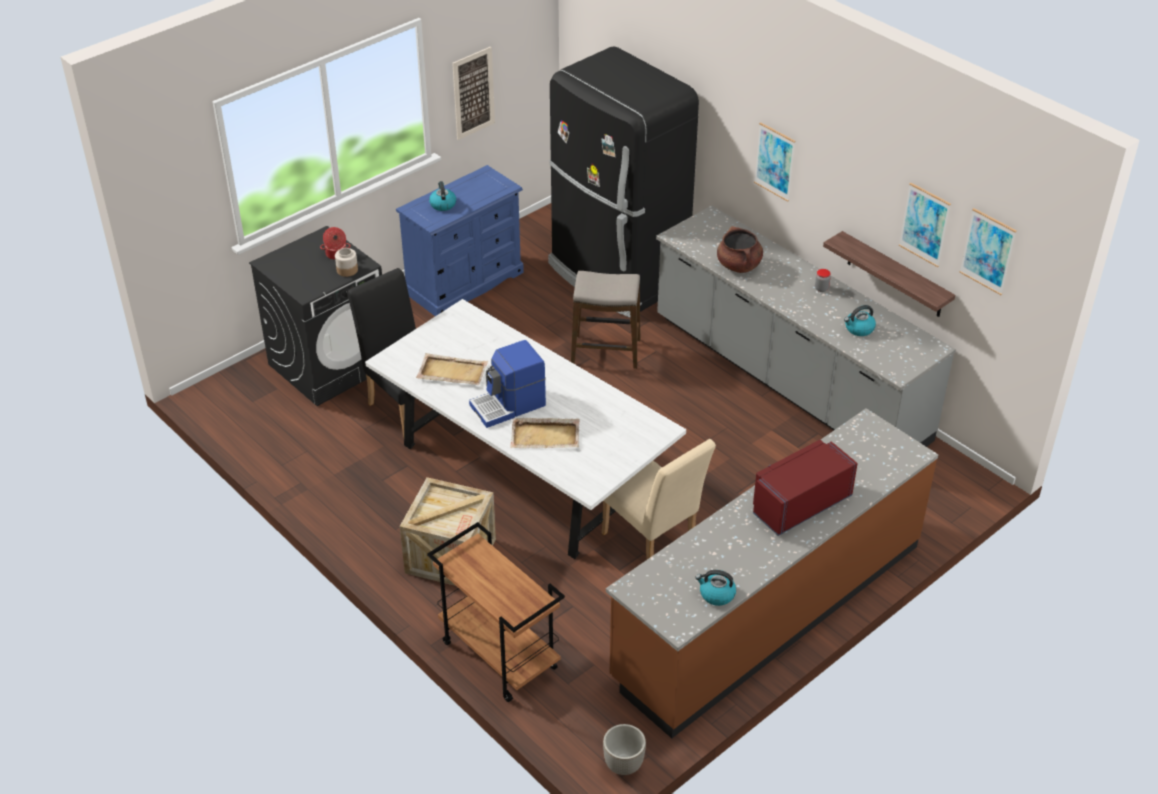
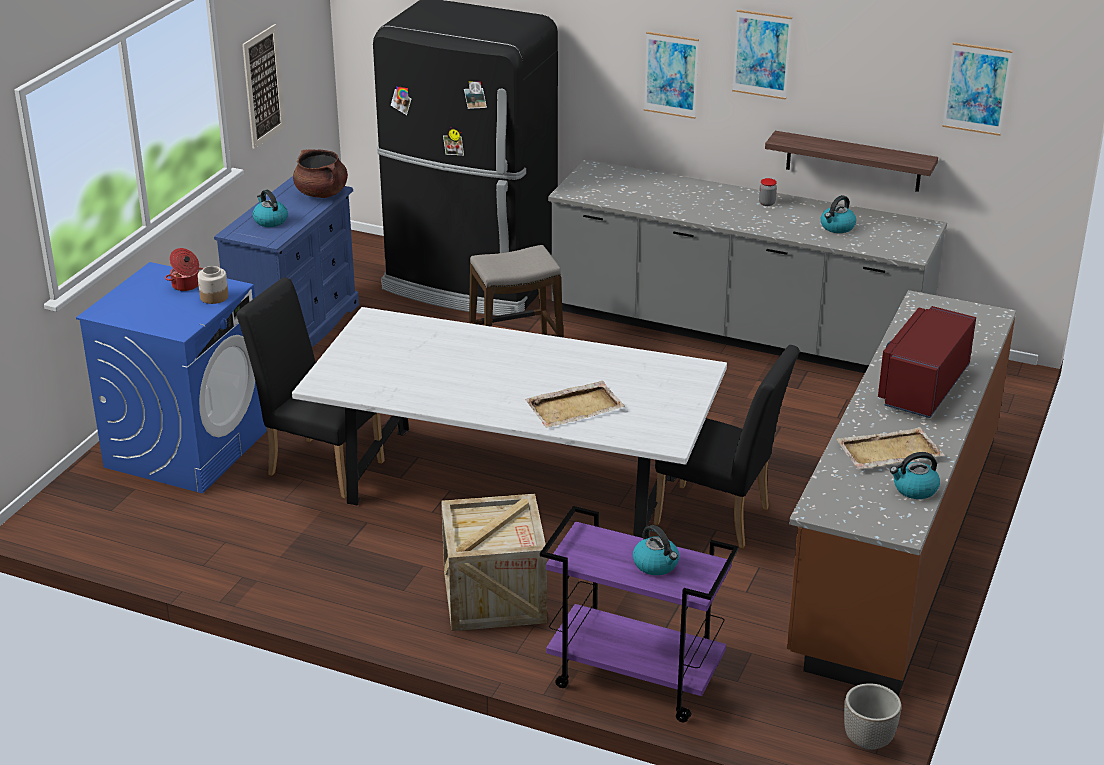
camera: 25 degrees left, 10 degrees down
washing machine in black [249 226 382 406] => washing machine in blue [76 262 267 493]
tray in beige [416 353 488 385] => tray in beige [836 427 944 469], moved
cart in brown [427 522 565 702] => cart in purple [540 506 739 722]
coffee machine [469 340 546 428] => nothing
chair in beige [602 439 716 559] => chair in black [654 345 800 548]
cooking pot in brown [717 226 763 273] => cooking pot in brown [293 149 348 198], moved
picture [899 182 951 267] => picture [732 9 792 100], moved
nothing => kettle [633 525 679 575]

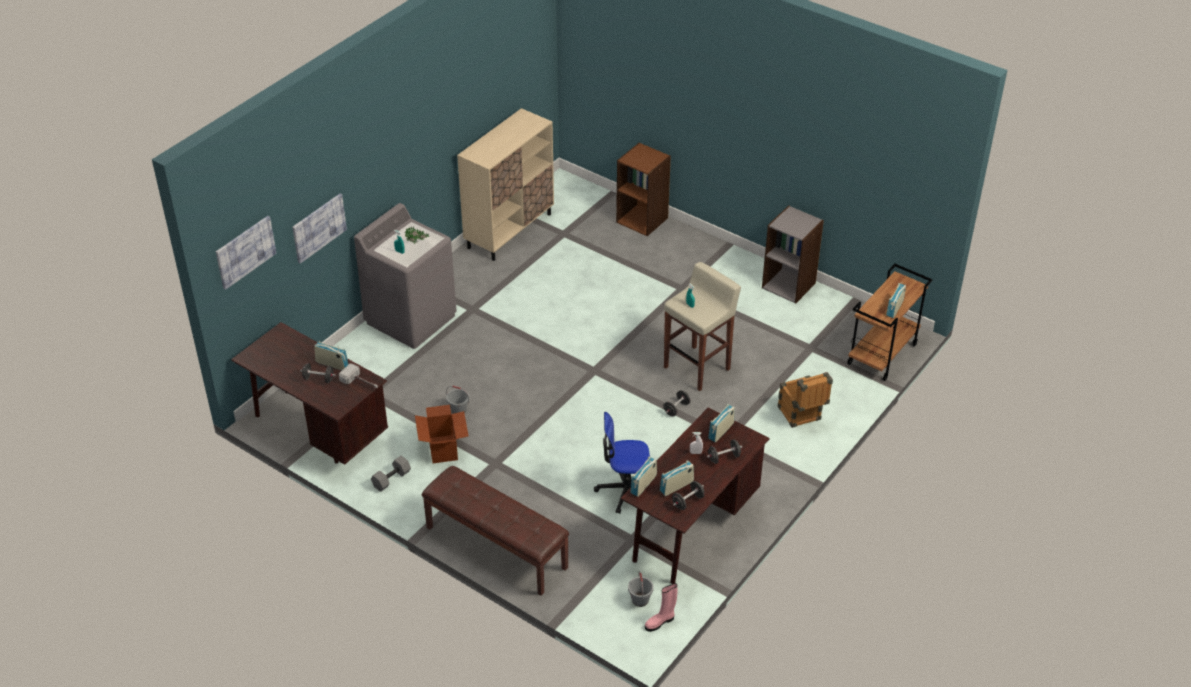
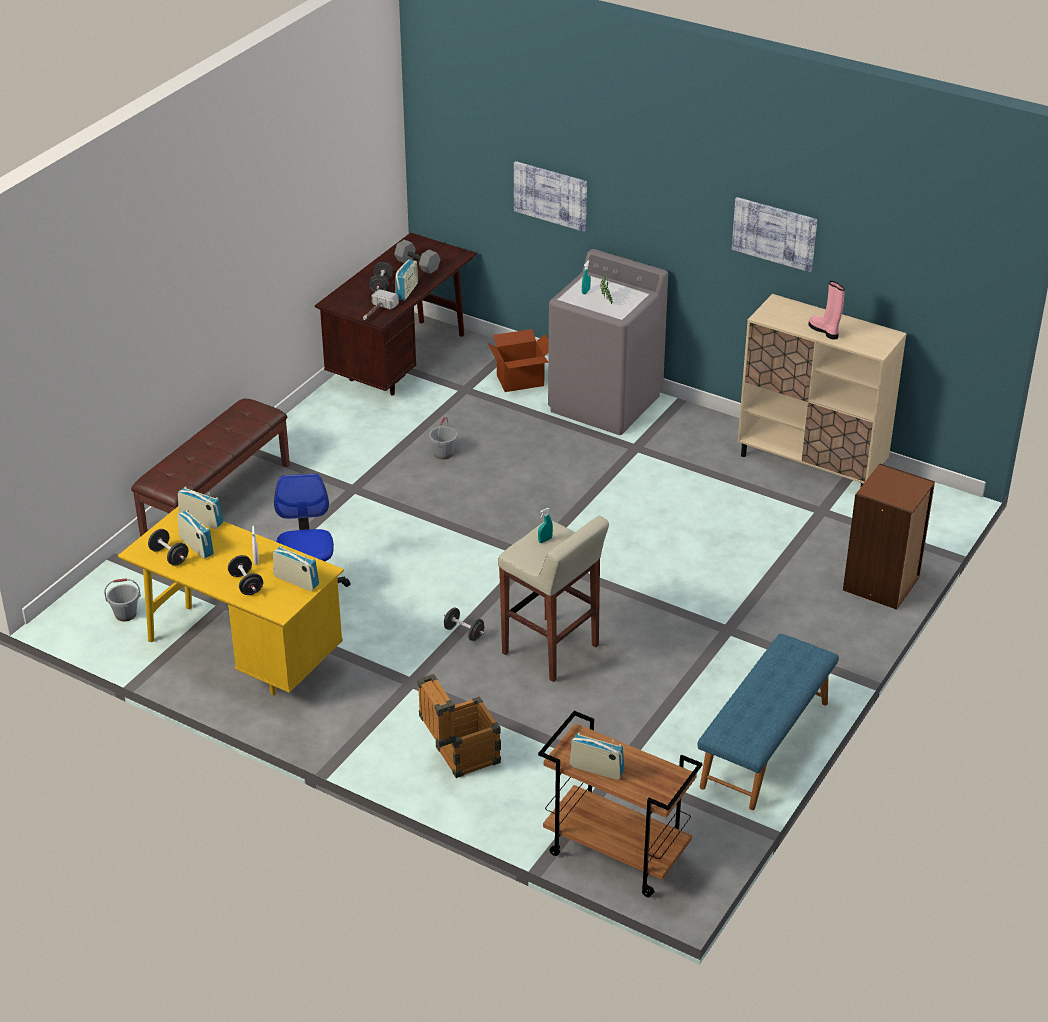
camera: 85 degrees right, 5 degrees down
picture [216 216 277 290] => picture [732 197 817 272], moved
dumbbell in grey [371 456 411 492] => dumbbell in grey [394 240 440 274], moved
cardboard box [415 405 469 463] => cardboard box [488 329 549 392], moved
desk in brown [621 408 770 584] => desk in yellow [118 507 344 695]
boot in pink [645 583 677 632] => boot in pink [809 281 845 340], moved
bookcase in grey [762 205 824 304] => bench in blue [697 634 839 810]

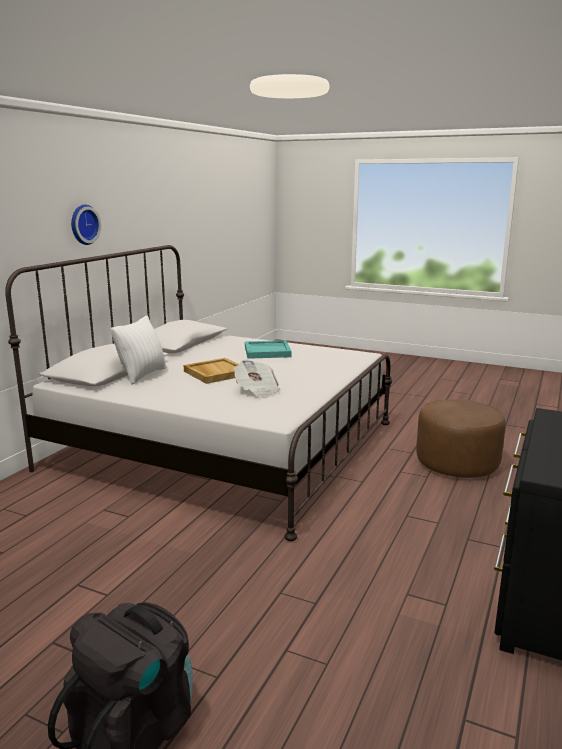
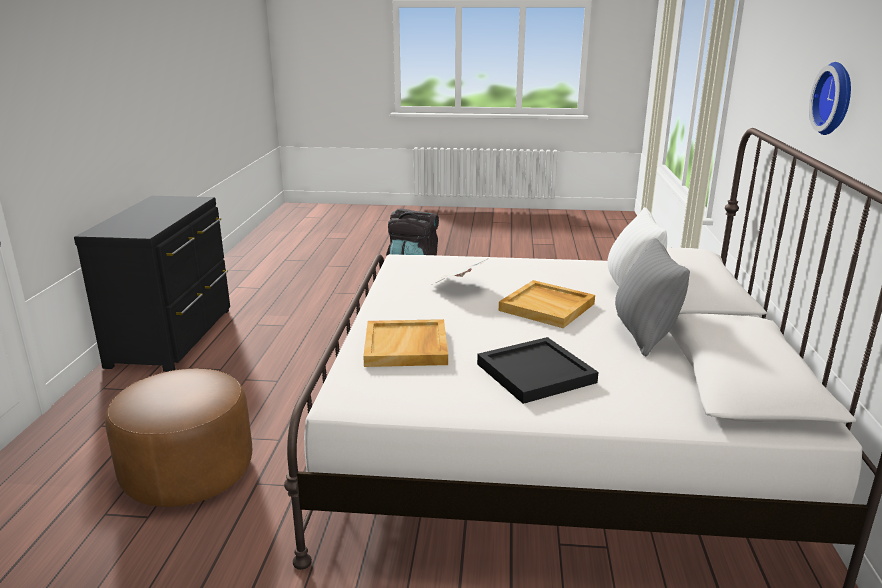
camera: 160 degrees right, 5 degrees up
tray in turquoise [245 340 292 359] => tray in black [477 337 598 404]
nothing => tray in beige [363 319 448 367]
nothing => pillow in grey [615 238 690 356]

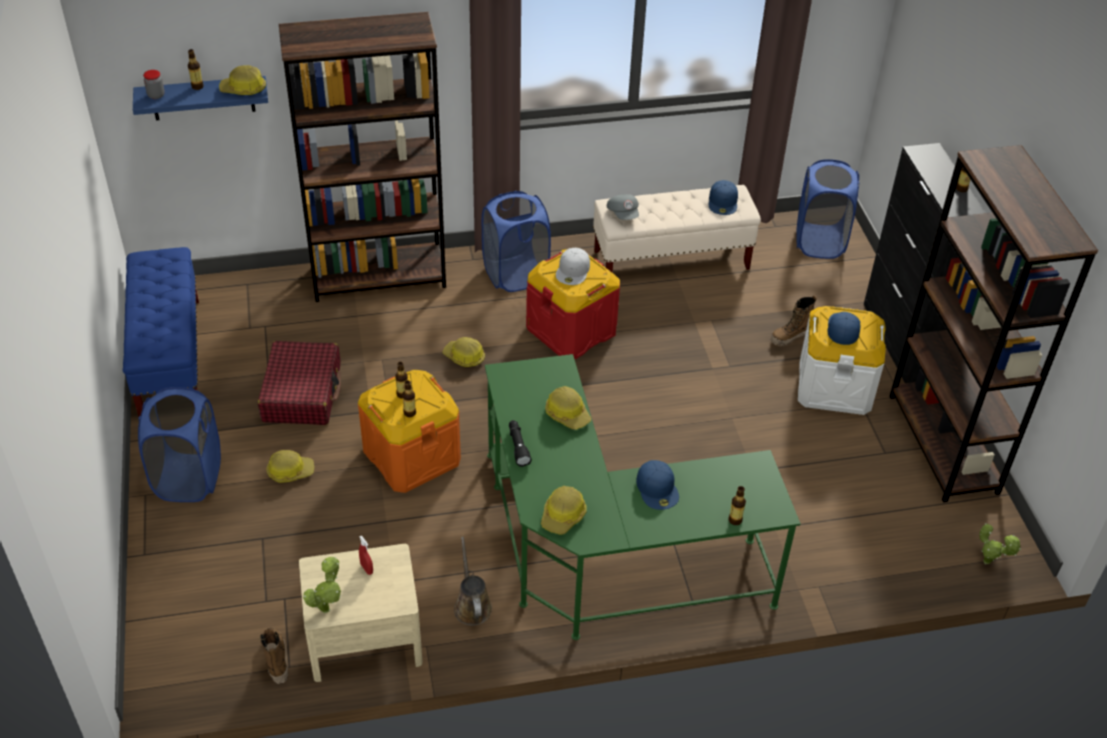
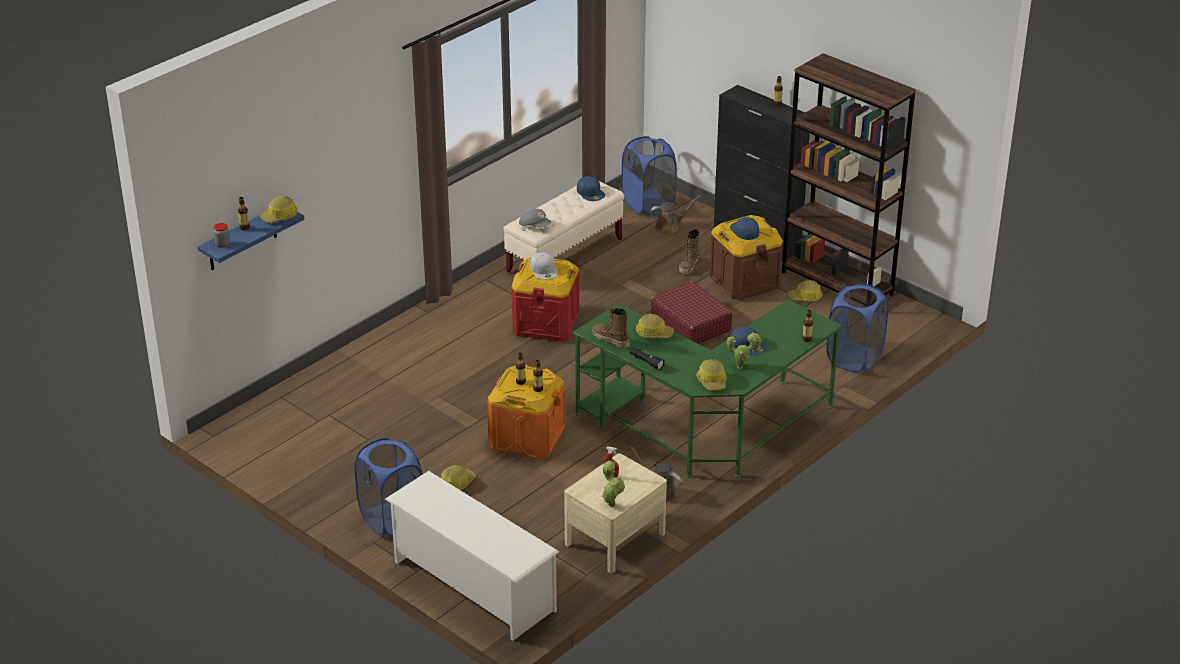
camera: 35 degrees left, 10 degrees down
bench in blue [123 247 199 417] => nothing
suitcase in red [258 341 341 425] => suitcase in red [651 281 733 344], moved
boot [258 628 288 684] => boot [592 308 630 348], moved
bookcase in brown [279 12 446 302] => nothing
hard hat [442 337 485 367] => hard hat [788 280 823 302], moved
laundry basket in blue [482 191 551 292] => laundry basket in blue [826 283 889 373], moved
storage box in white [798 306 886 415] => storage box in brown [709 215 783 300]
potted plant [979 523 1021 564] => potted plant [727 332 762 369], moved
nothing => shoe rack in white [385 471 559 641]
nothing => watering can in brown [650 195 701 233]

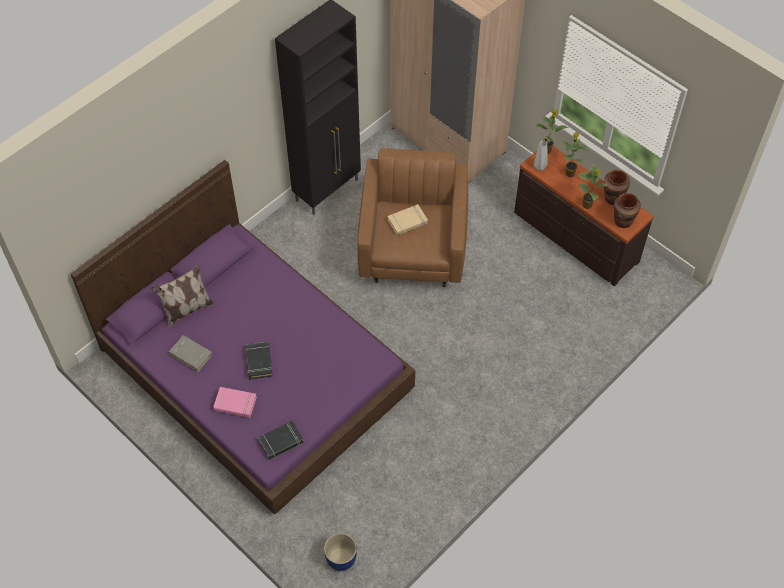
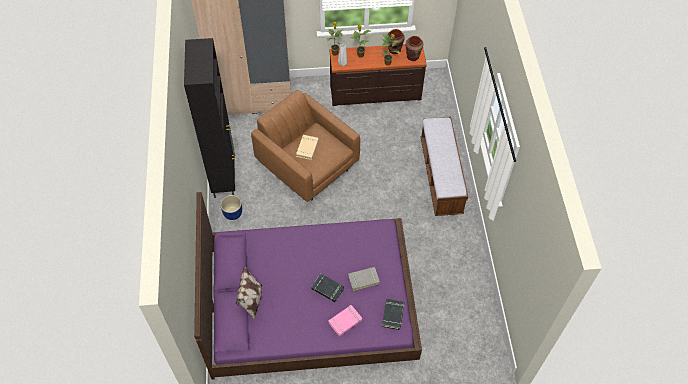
camera: 50 degrees left, 0 degrees up
book in grey [168 335 212 372] => book in grey [348 267 380 291], moved
planter in blue [324 533 357 571] => planter in blue [220 195 242 220], moved
nothing => bench [421 117 468 216]

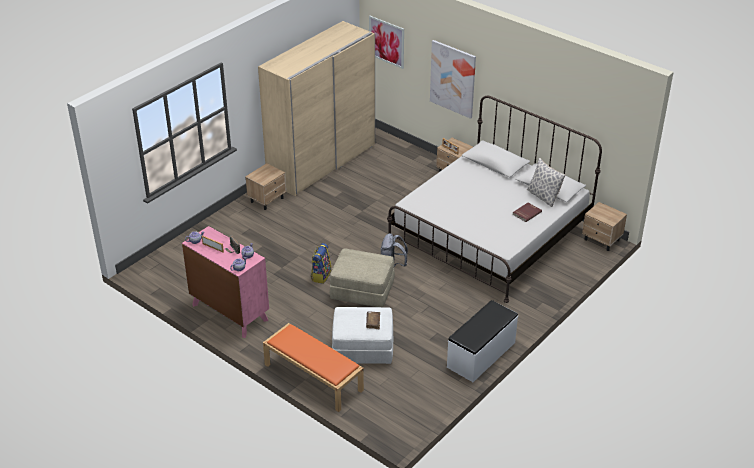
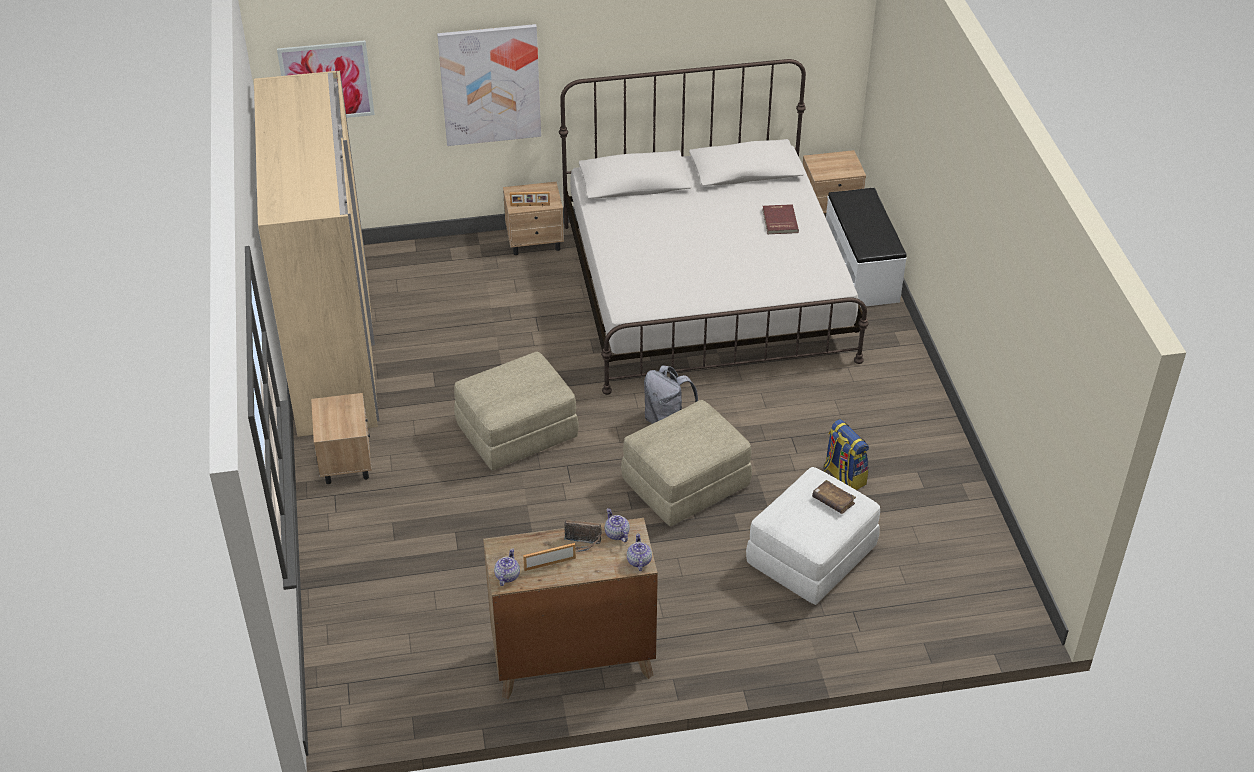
camera: 50 degrees left, 5 degrees up
dresser in pink [182 226 269 338] => dresser in brown [483 518 658 699]
bench in orange [263 323 364 412] => nothing
backpack [311 243 331 284] => backpack [823 419 869 490], moved
bench in white [447 300 518 382] => bench in white [826 188 907 307], moved
pillow [527 158 566 207] => nothing
nothing => ottoman in beige [454 352 579 471]

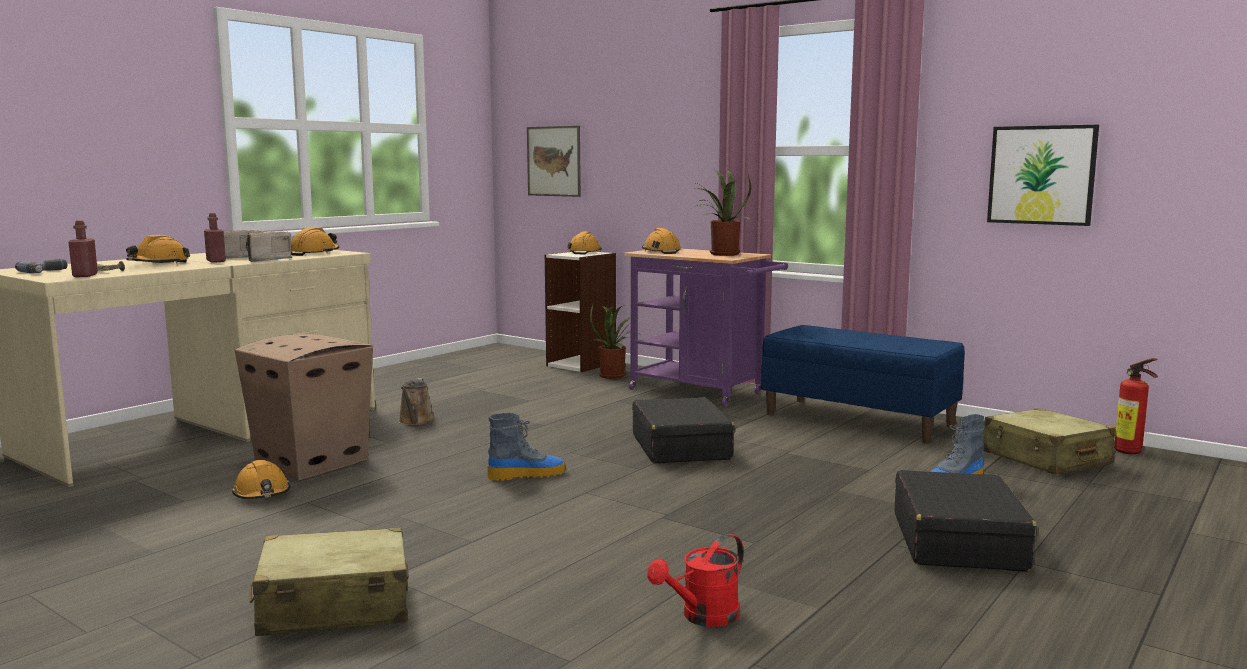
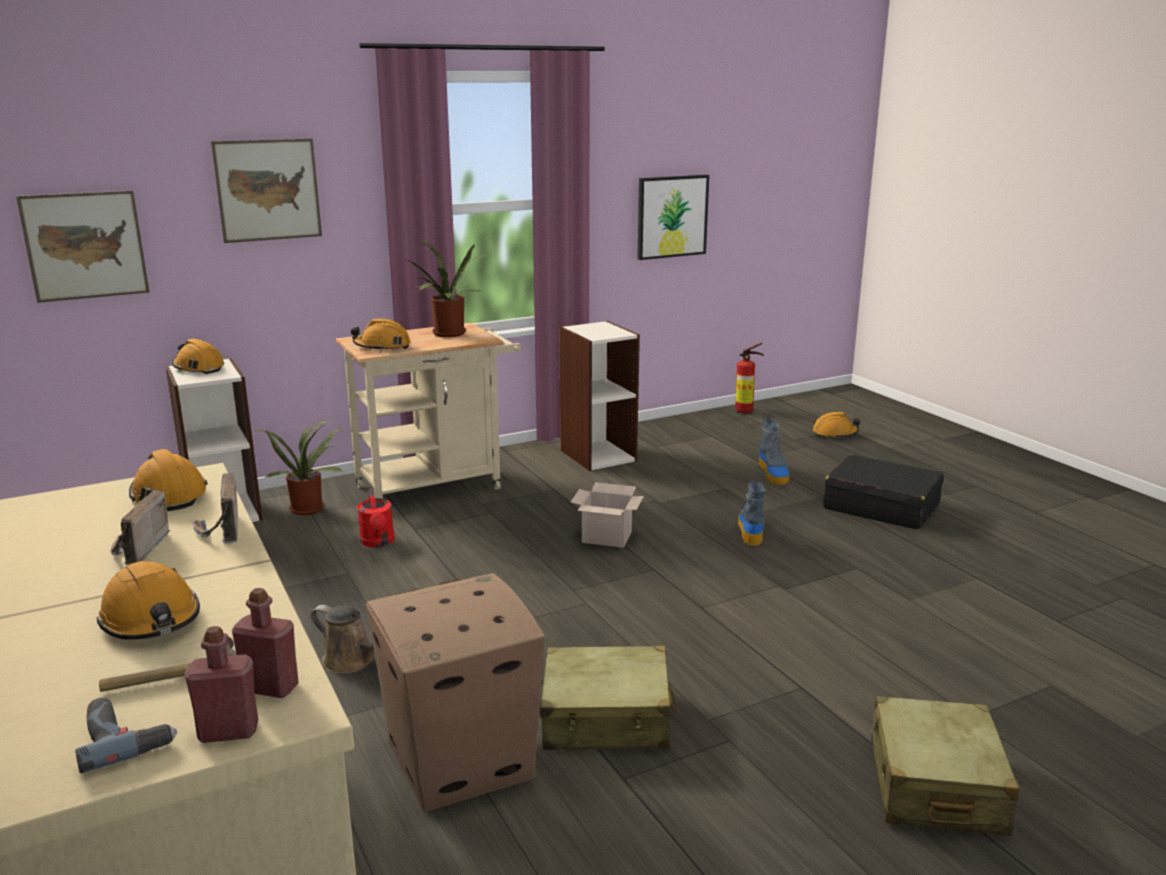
camera: 65 degrees left, 10 degrees up
bottle in red [204 213 226 263] => bottle in red [184 626 259 743], moved
hard hat in orange [232 460 290 499] => hard hat in orange [813 412 861 439], moved
boot [487 413 565 481] => boot [738 482 766 546], moved
cart in purple [623 249 788 407] => cart in beige [336 323 521 499]
suitcase in black [632 397 735 463] => cardboard box [571 482 644 548]
watering can in red [647 534 743 627] => watering can in red [357 489 395 548], moved
bench in blue [761 325 965 444] => bookcase [559 321 640 471]
suitcase in beige [984 408 1116 474] => suitcase in beige [541 645 679 750], moved
nothing => picture [211 138 322 243]

